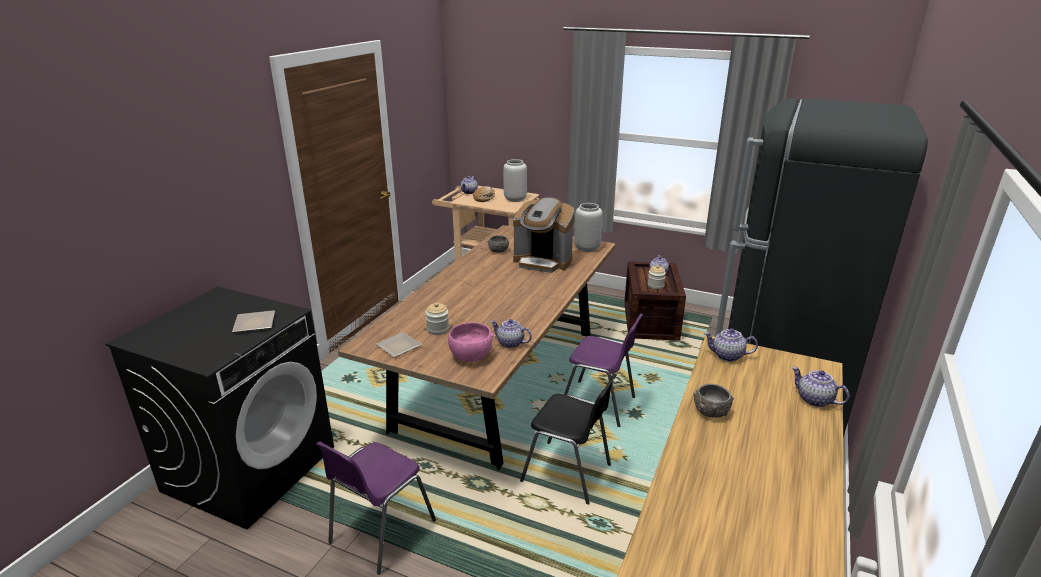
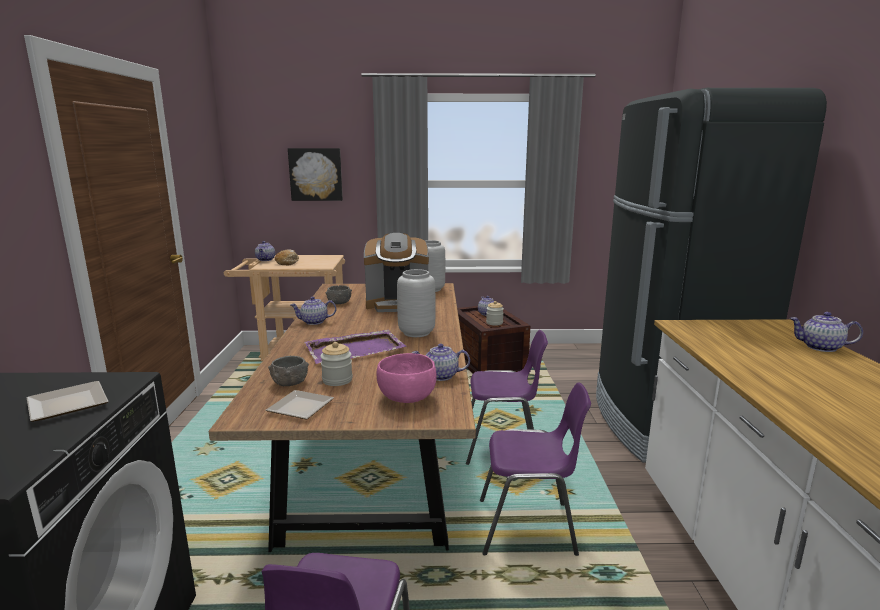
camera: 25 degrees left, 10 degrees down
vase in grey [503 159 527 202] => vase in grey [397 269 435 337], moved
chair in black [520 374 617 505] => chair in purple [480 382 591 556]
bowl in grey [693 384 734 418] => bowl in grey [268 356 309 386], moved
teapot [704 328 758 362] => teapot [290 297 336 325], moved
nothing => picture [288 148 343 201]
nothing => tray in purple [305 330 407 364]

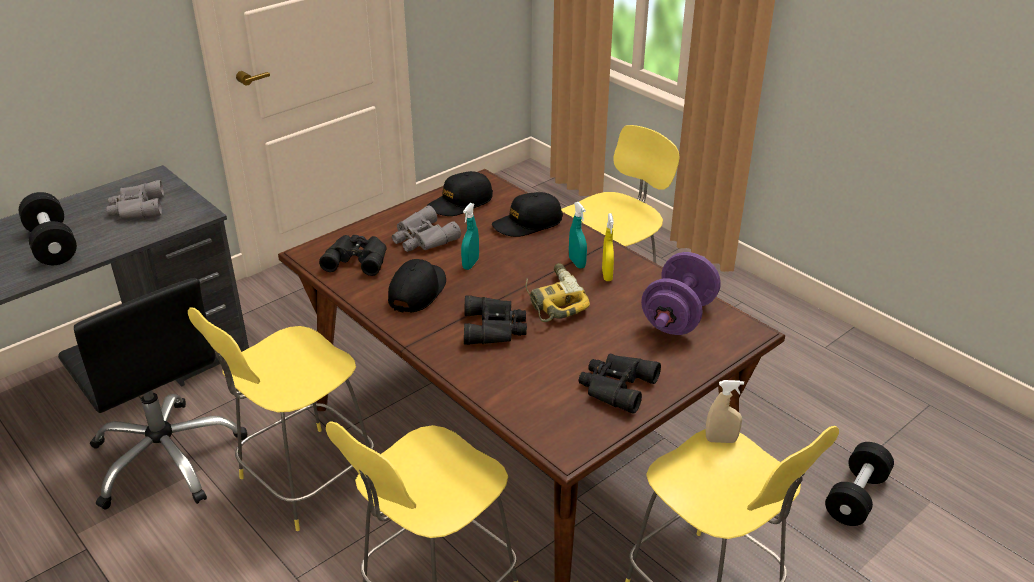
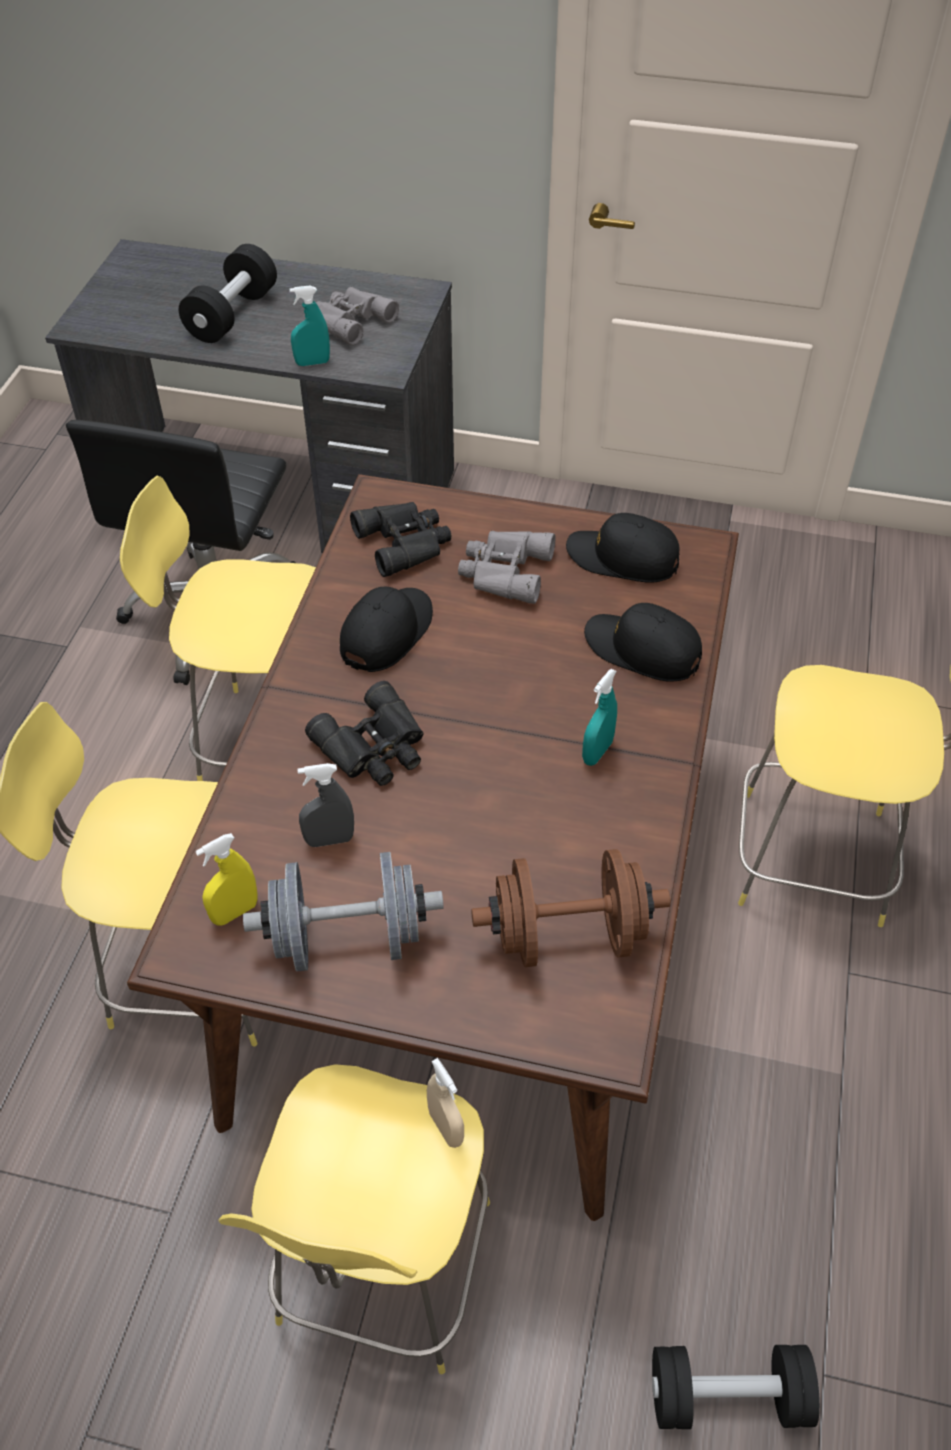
camera: 55 degrees right, 15 degrees up
cap in black [388 259 446 313] => cap in black [340 586 433 672], 45 degrees counterclockwise
spray bottle in turquoise [461 203 479 270] => spray bottle in turquoise [289 285 330 366], moved
power drill [525 263 590 322] => nothing
binoculars in black [579 354 661 414] => dumbbell in grey [243 852 444 971]
spray bottle in yellow [602 213 614 281] => spray bottle in yellow [195 833 257 926], moved
dumbbell in purple [641 252 721 335] => dumbbell in brown [471 849 670 967]
nothing => spray bottle in grey [297 763 354 847]

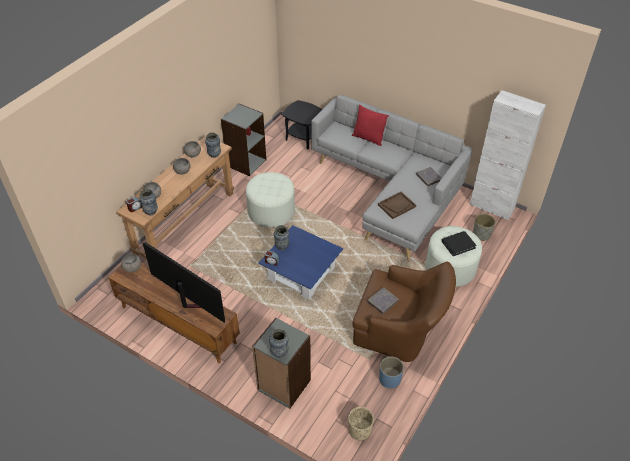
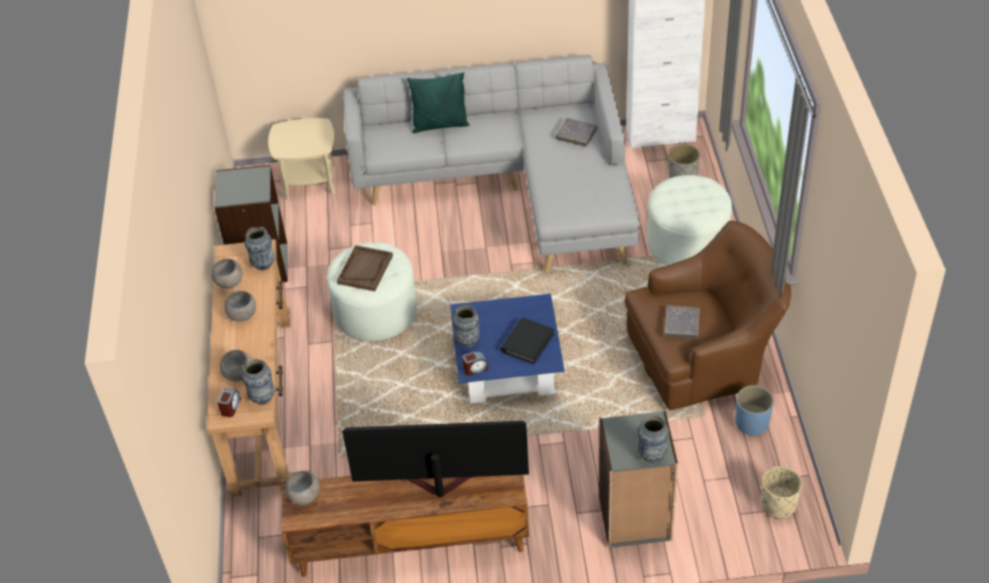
camera: 35 degrees left, 0 degrees up
side table in black [282 100 323 149] => side table in beige [268 118 336 200]
pillow in red [352 104 389 146] => pillow in green [407 72 470 133]
tray in brown [378 192 416 219] => tray in brown [337 245 393 291], moved
book in black [442 231 477 256] => book in black [500 318 554 364], moved

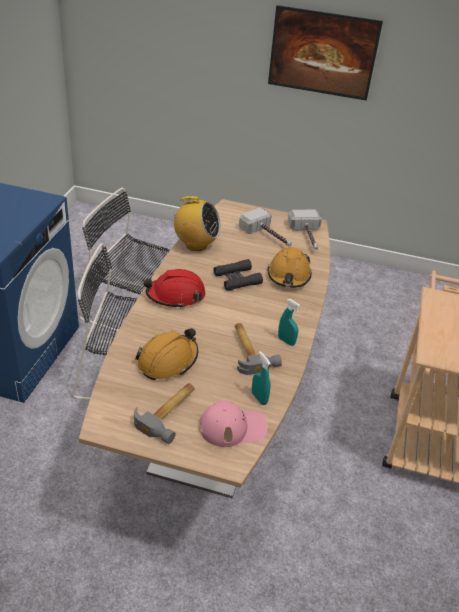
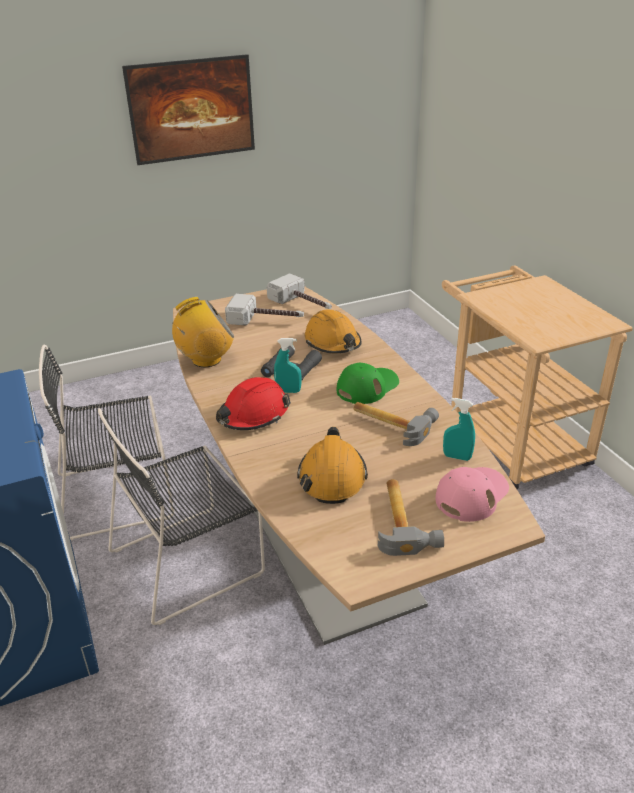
camera: 35 degrees left, 5 degrees down
spray bottle in turquoise [278 299 301 346] => spray bottle in turquoise [274 338 301 393], moved
nothing => cap in green [337 362 399 404]

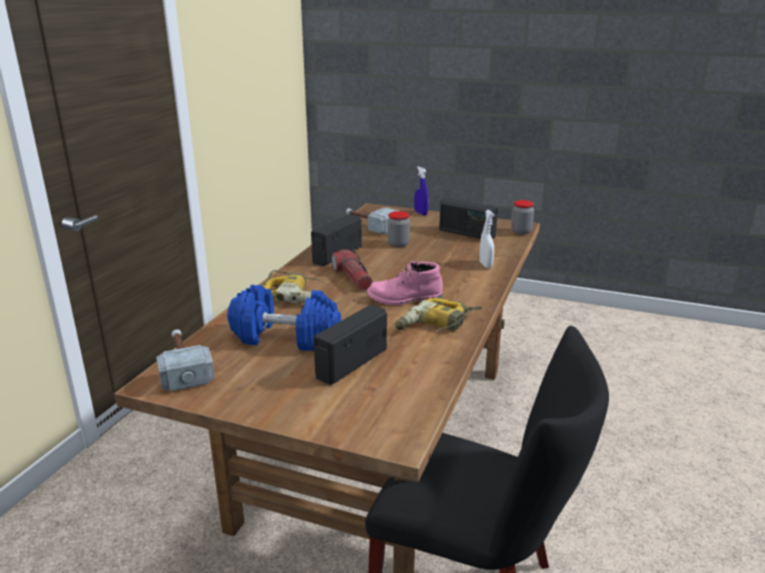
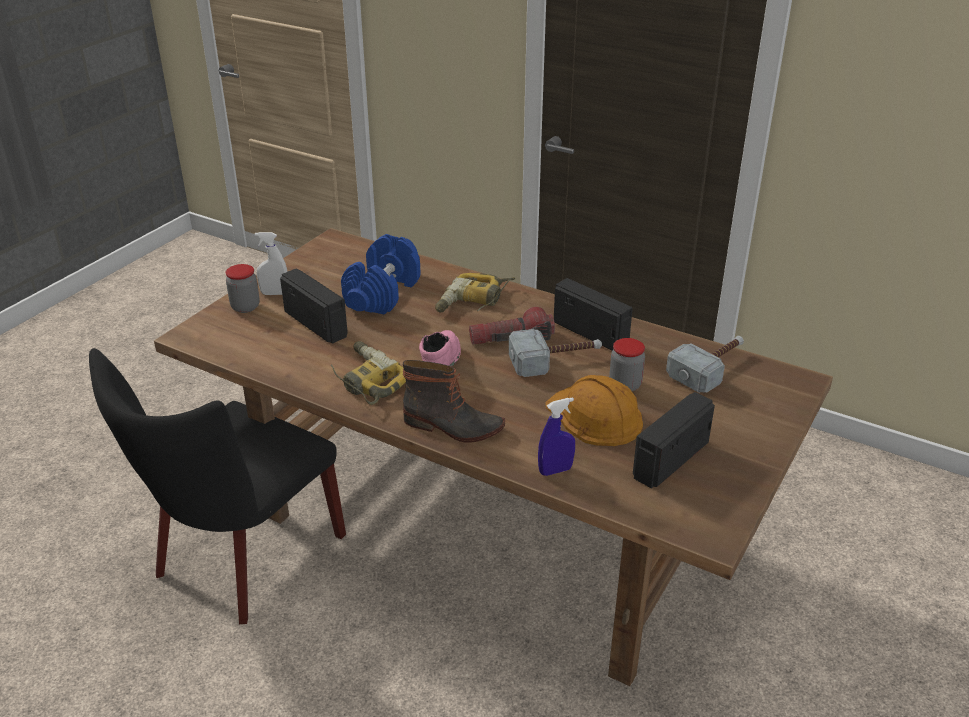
camera: 100 degrees right, 10 degrees up
hammer [156 329 215 392] => hammer [509 329 602 377], moved
spray bottle in blue [414 166 428 216] => spray bottle in blue [538 397 575 476], moved
spray bottle in white [479 210 494 268] => spray bottle in white [255 232 287 295], moved
jar [511 200 534 235] => jar [226 264 259 313], moved
nothing => boot [403 360 505 443]
nothing => hard hat in orange [545 375 643 446]

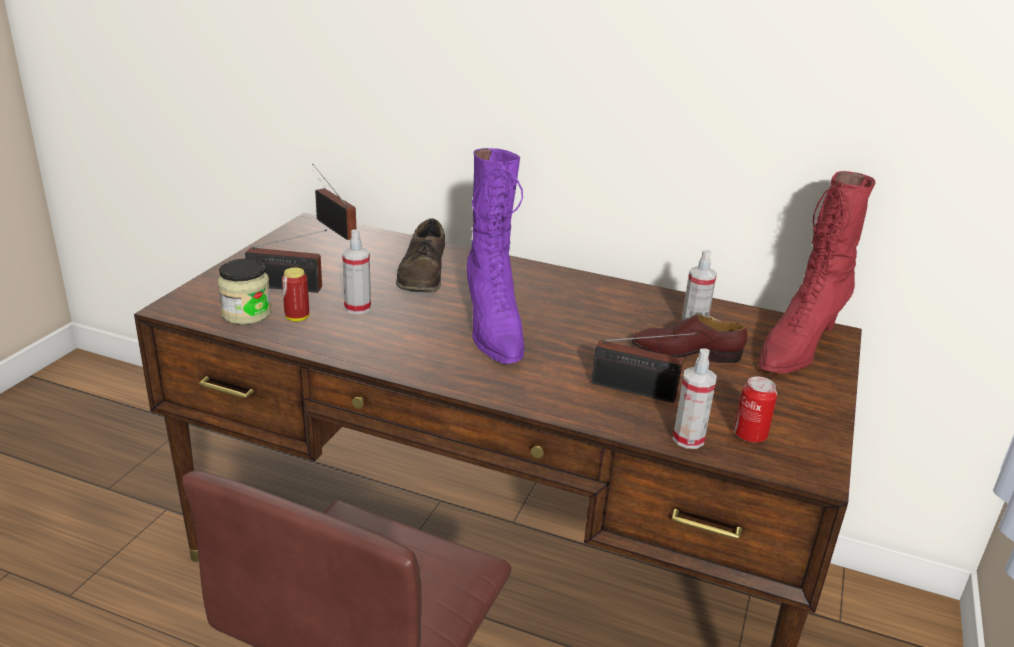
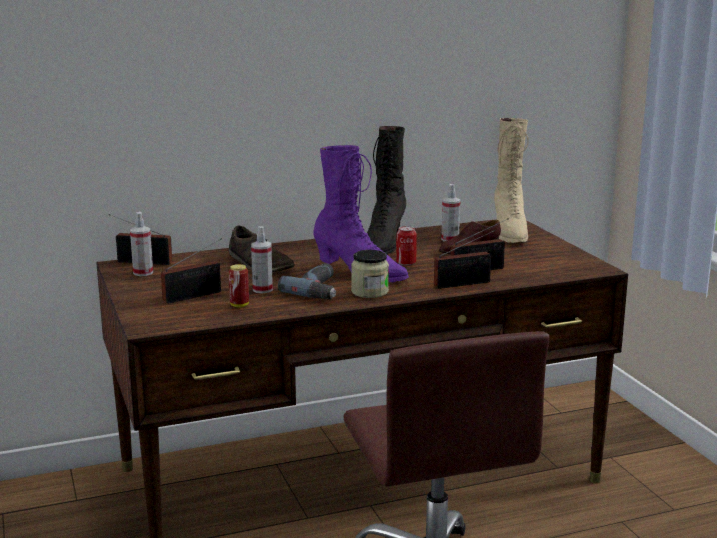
camera: 40 degrees left, 10 degrees down
jar [218 259 272 325] => jar [351 250 389 298], moved
spray bottle [673 349 717 449] => spray bottle [130 212 153 276], moved
can [734 376 777 443] => can [396 226 417 266], moved
boot in red [758 171 875 373] => boot in beige [494 118 529 243]
nothing => power drill [278 263 336 299]
nothing => boot in black [367 126 406 255]
nothing => radio [434 230 496 289]

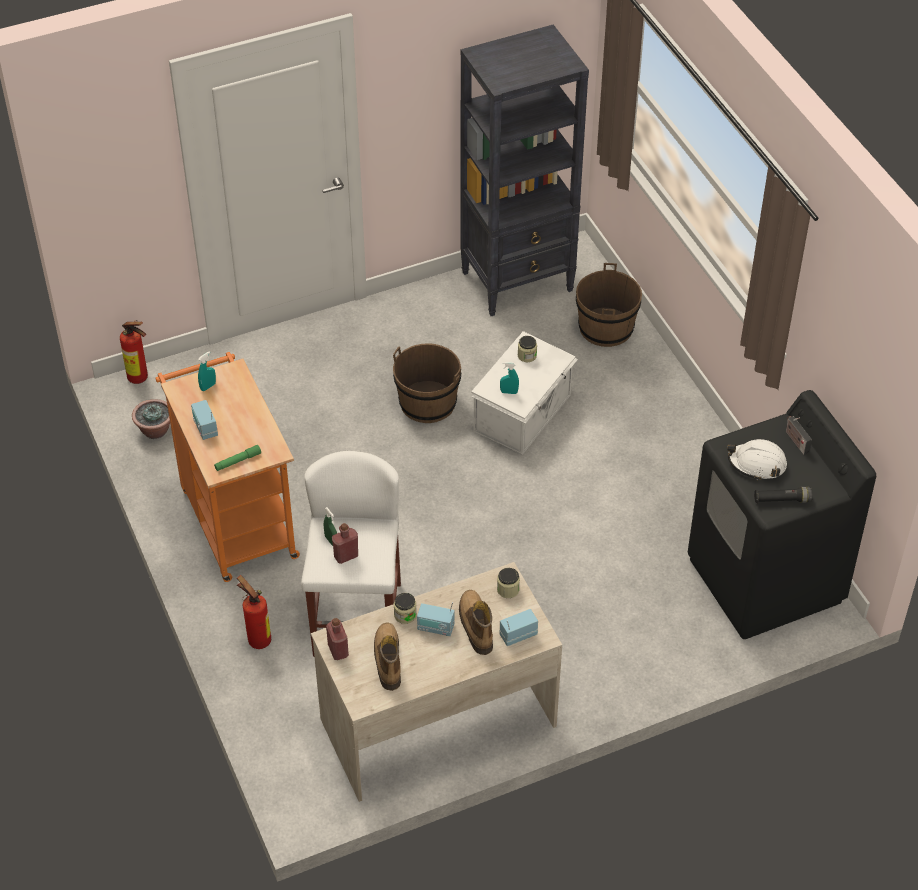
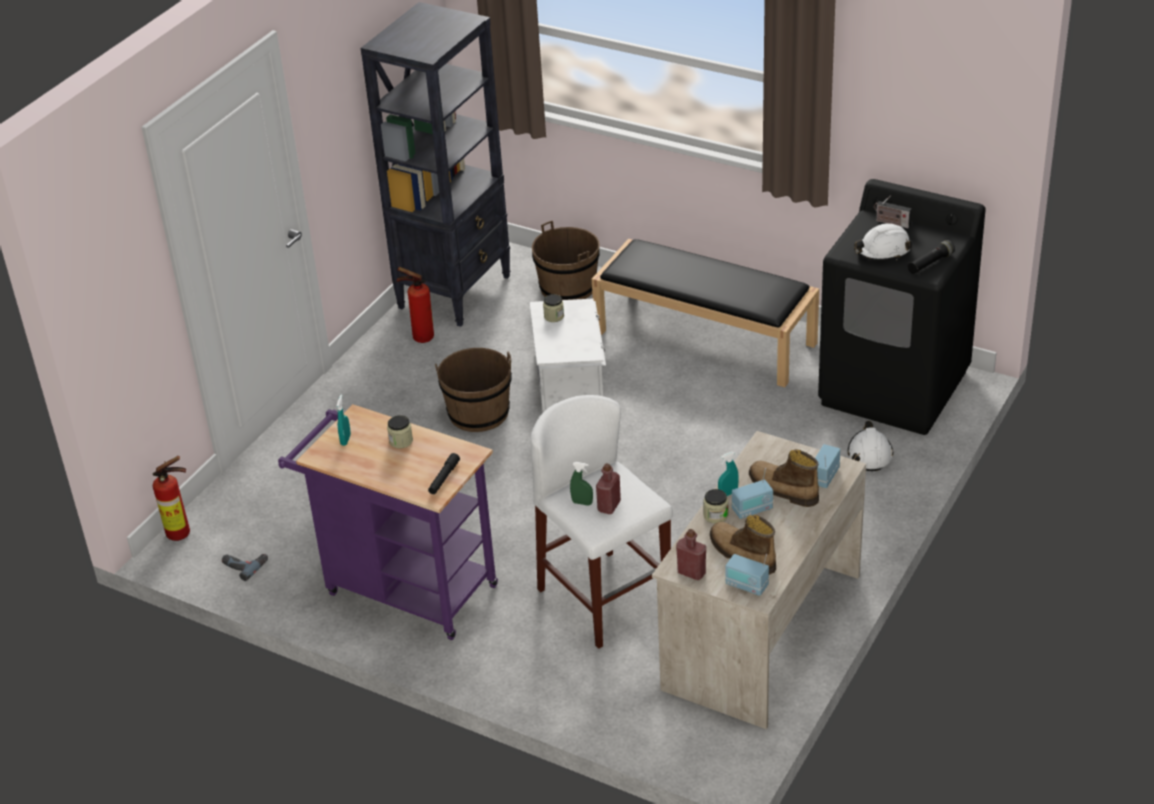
camera: 35 degrees left, 10 degrees down
potted plant [132 399 170 439] => power drill [222 554 268 581]
cart in orange [155 352 300 582] => cart in purple [278 404 498 640]
radio [191 400 218 440] => radio [726 554 769 596], moved
flashlight in green [214 445 261 471] => flashlight in black [428 453 460 494]
fire extinguisher [237 575 271 649] => fire extinguisher [396 267 434 343], moved
jar [497 568 520 598] => jar [387 415 413 448], moved
spray bottle in turquoise [500 362 519 394] => spray bottle in turquoise [718 452 739 496], moved
nothing => bench in black [592 239 819 387]
nothing => hard hat in white [848 421 894 471]

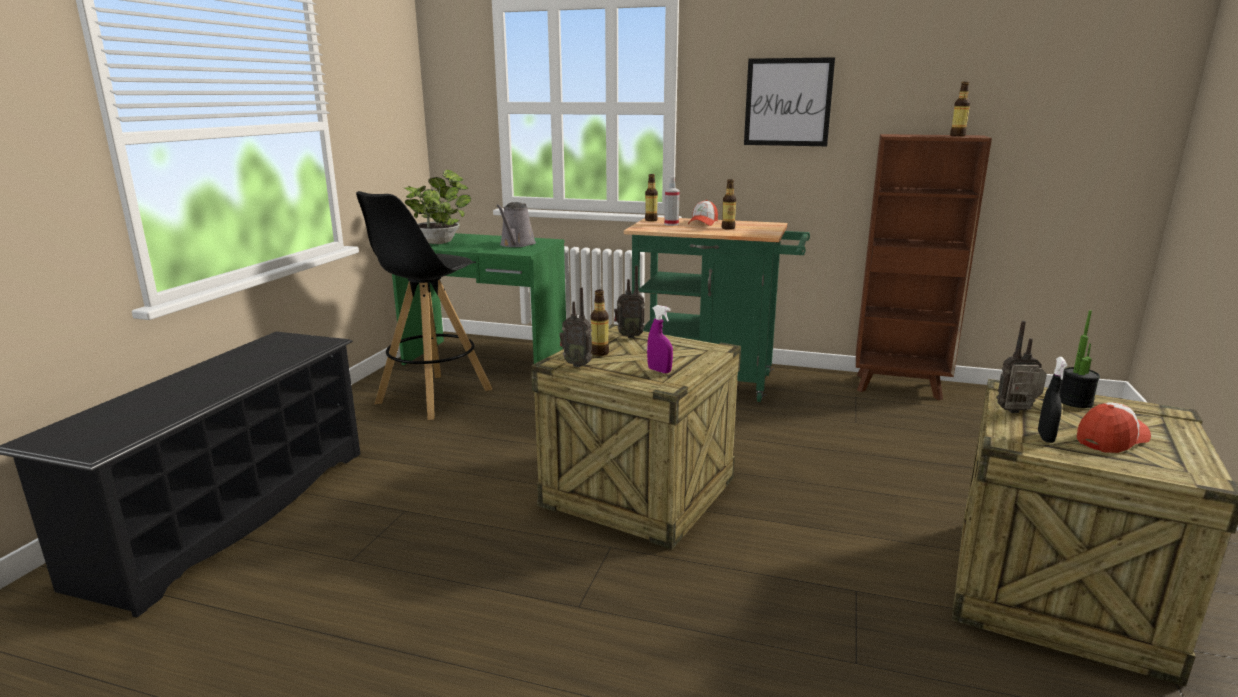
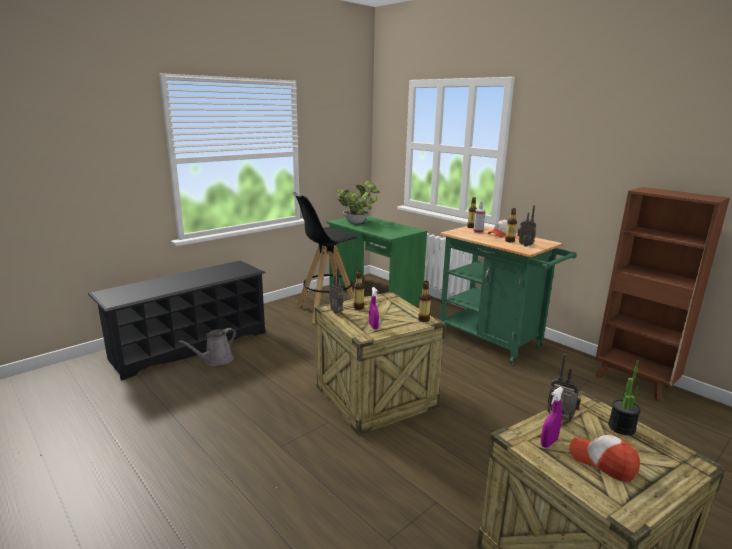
camera: 30 degrees right, 0 degrees up
watering can in grey [496 202 536 247] => watering can in grey [178 328 236 366], moved
radio [614 265 645 338] => radio [517 205 536 246], moved
picture [744 57 835 146] => nothing
bottle [950 81 970 137] => bottle [418 281 431 322], moved
spray bottle in black [1038 357 1067 443] => spray bottle in purple [541 387 564 448]
cap [1077 403 1151 453] => cap [569 435 640 482], 135 degrees counterclockwise

